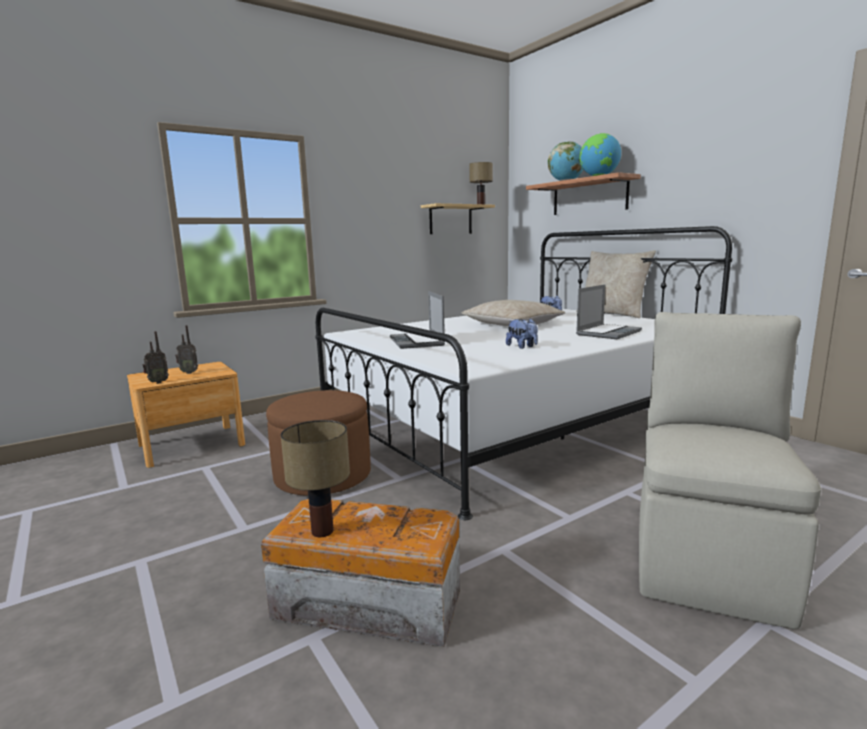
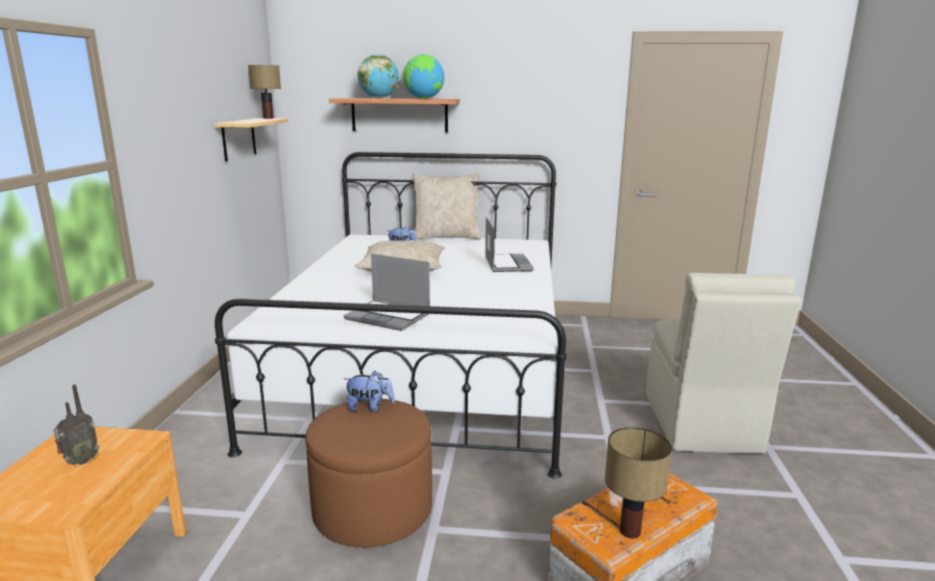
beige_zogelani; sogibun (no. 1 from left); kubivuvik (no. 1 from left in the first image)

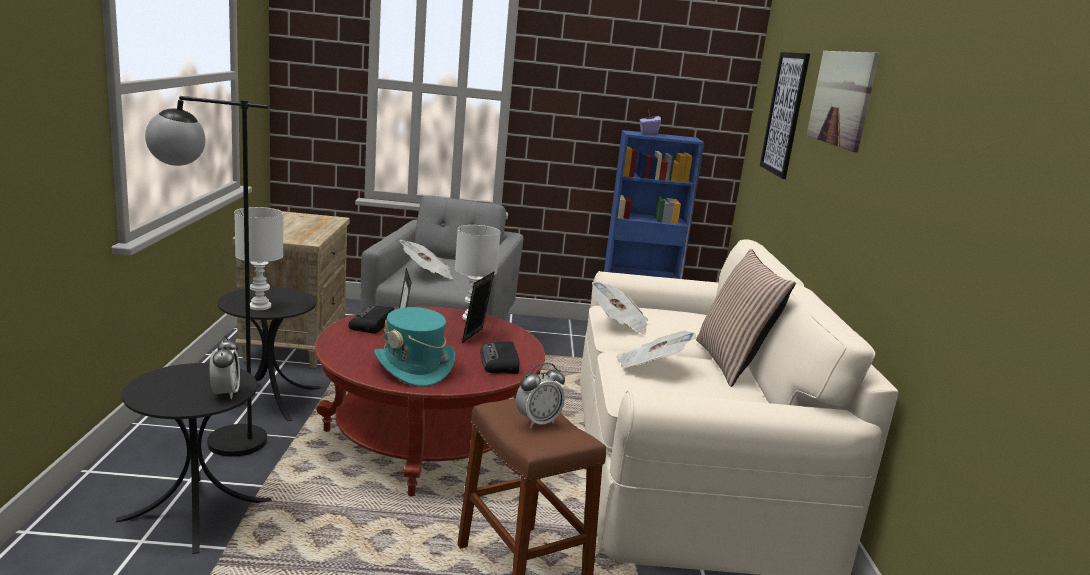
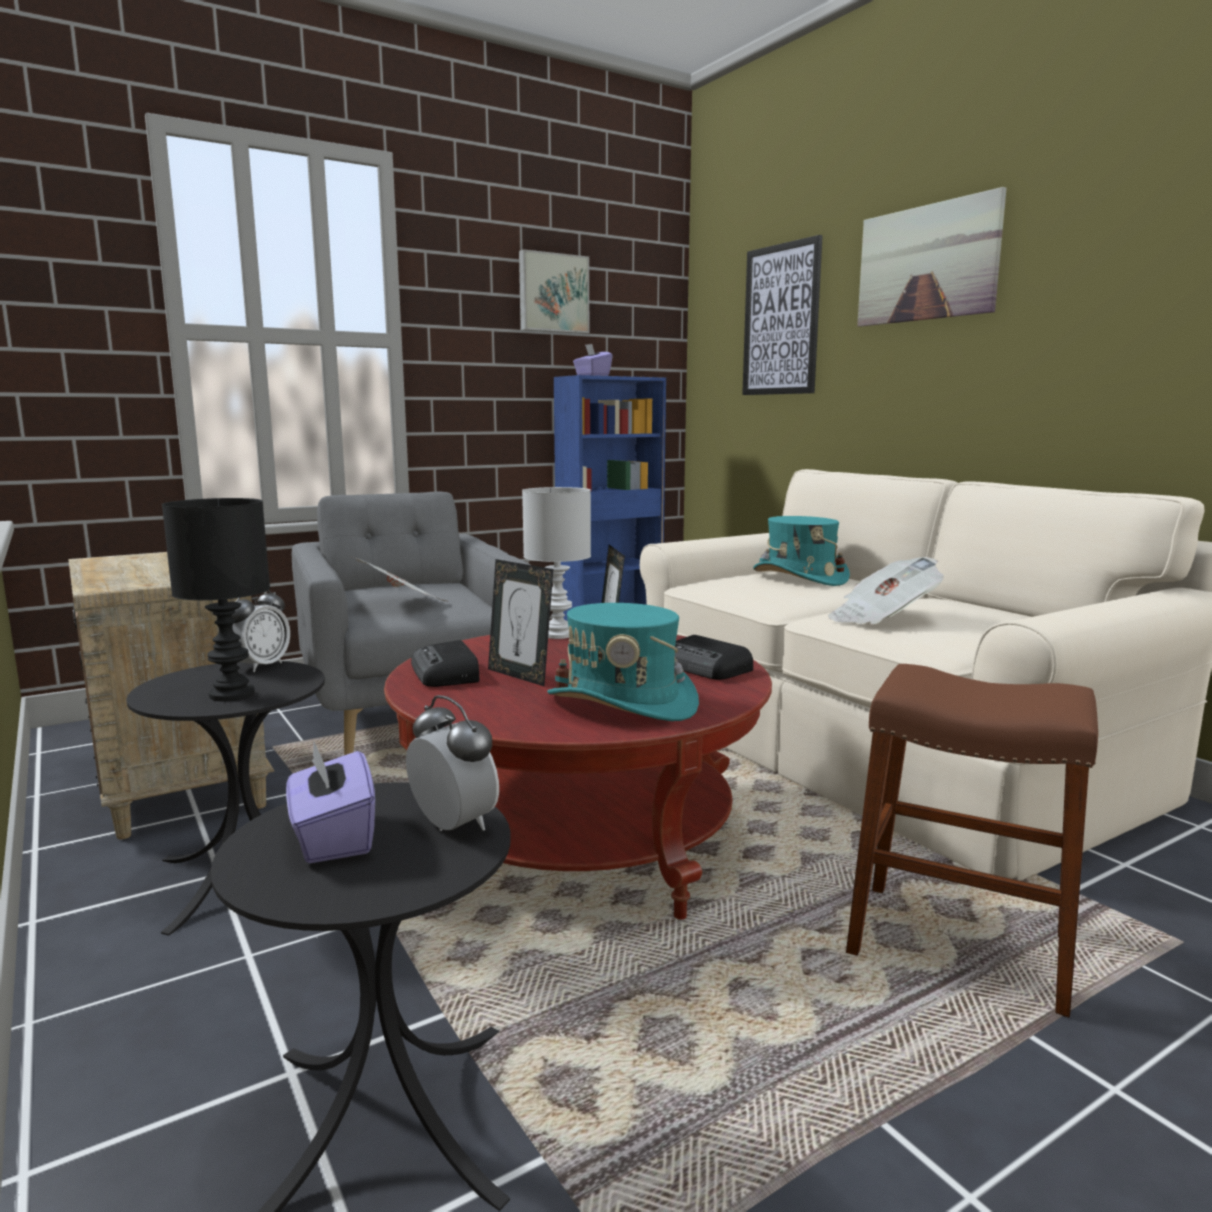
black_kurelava; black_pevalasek; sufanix; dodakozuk (no. 2 from left in the first image); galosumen (no. 1 from left); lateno (no. 1 from left); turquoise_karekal (no. 2 from left); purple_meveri (no. 1 from left)

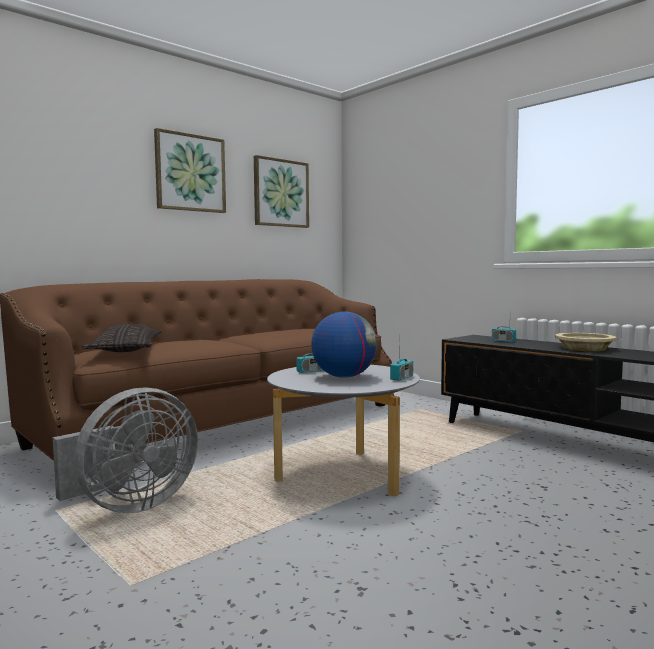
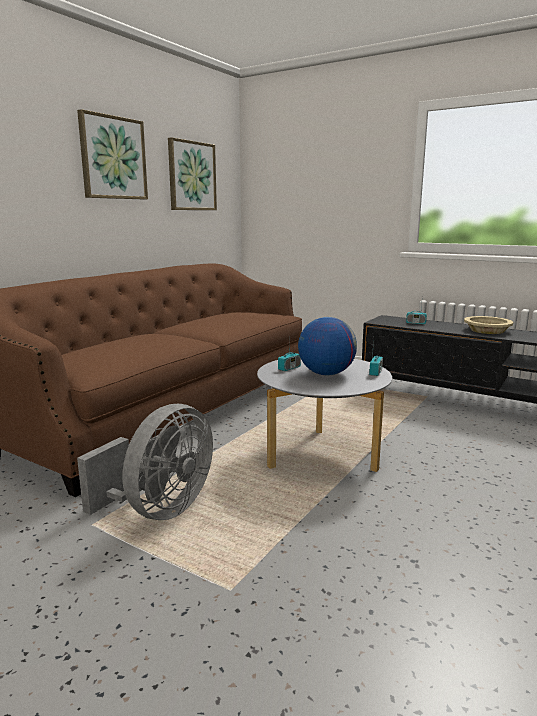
sufanix

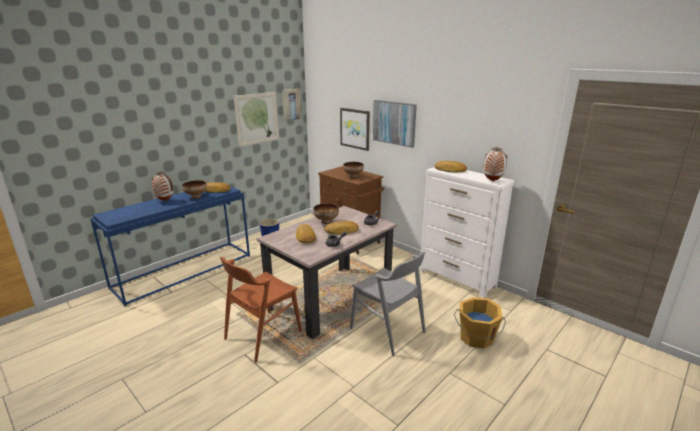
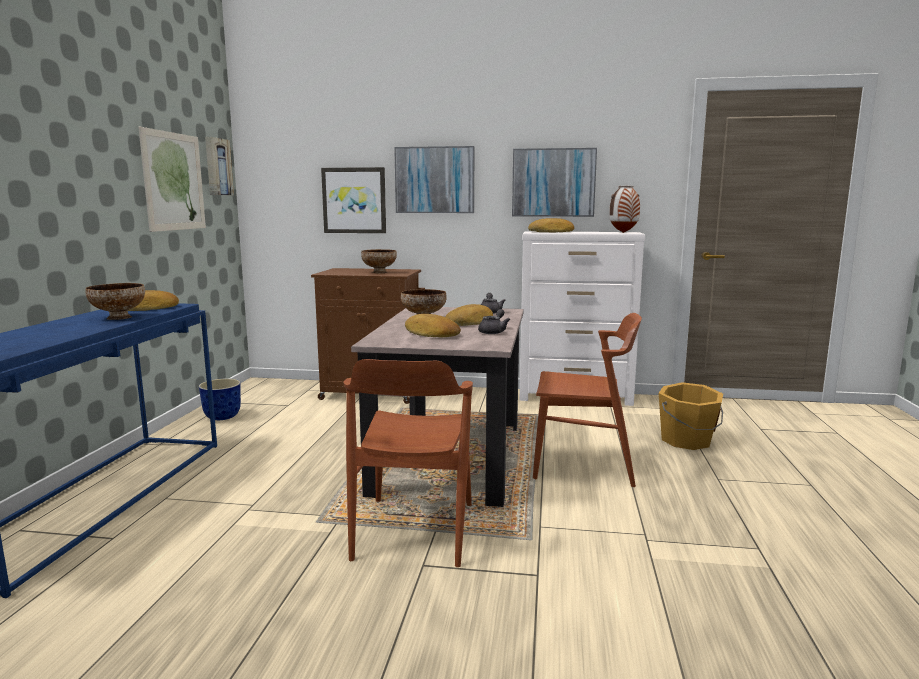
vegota (no. 1 from left in the first image); brown_zogelani (no. 2 from left); lateno (no. 5 from left)

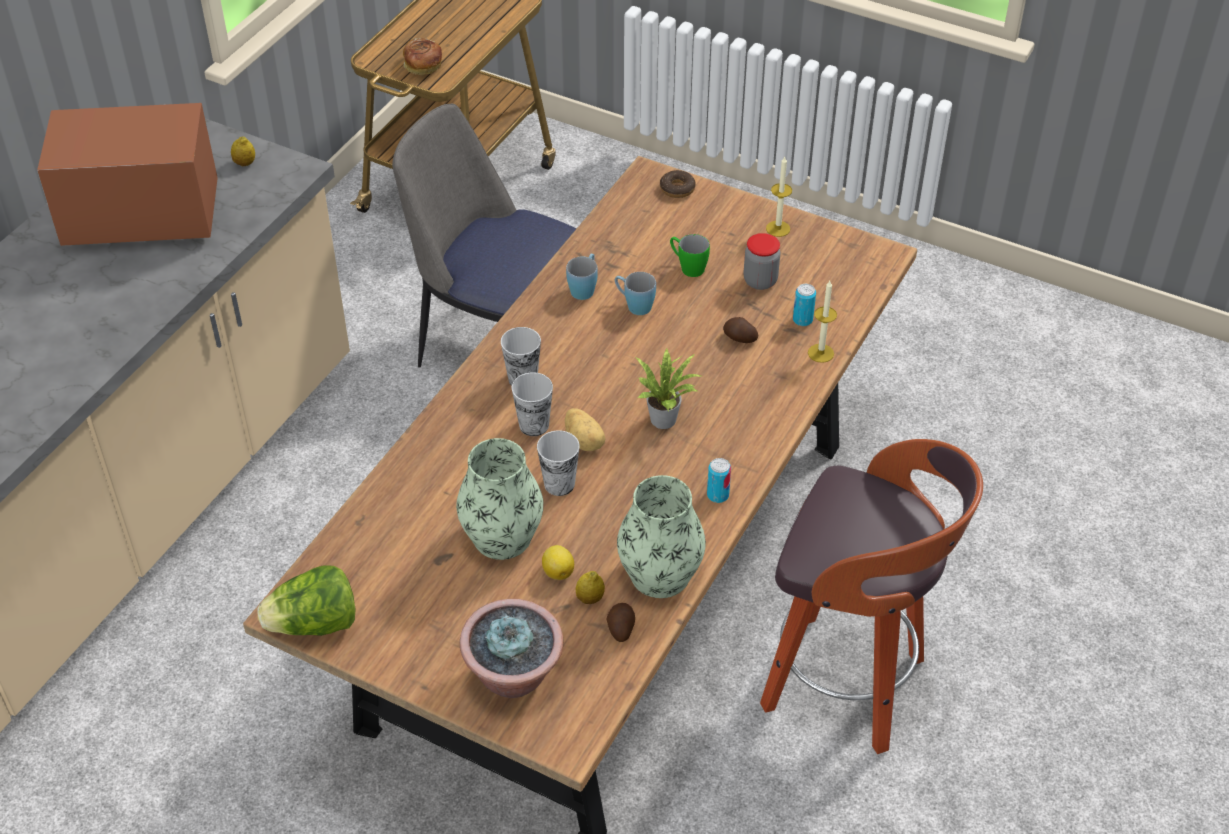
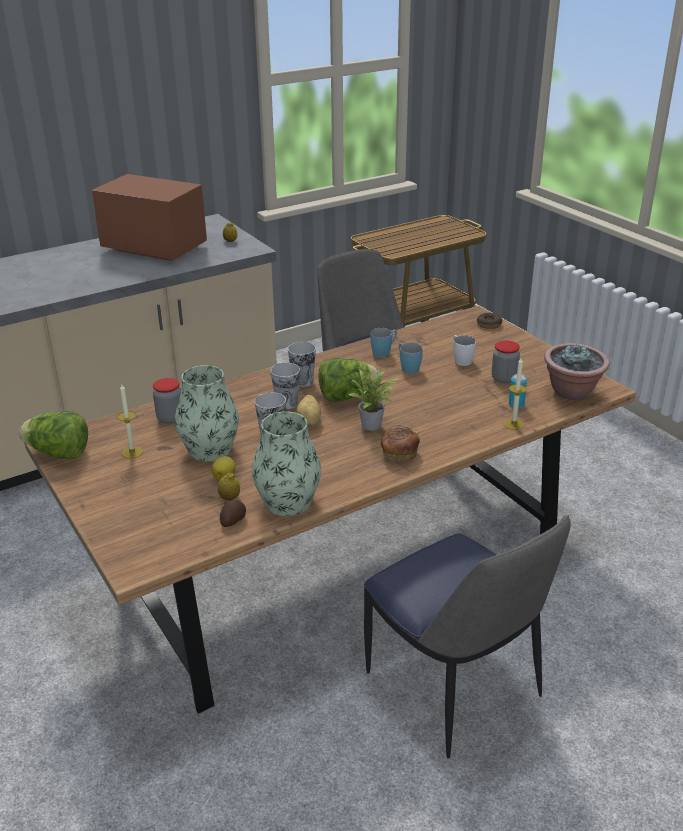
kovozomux; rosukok (no. 1 from left); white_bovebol; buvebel (no. 3 from left in the first image); zogelani (no. 2 from left); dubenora (no. 1 from left in the first image); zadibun (no. 2 from left); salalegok (no. 2 from left); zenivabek (no. 1 from left)

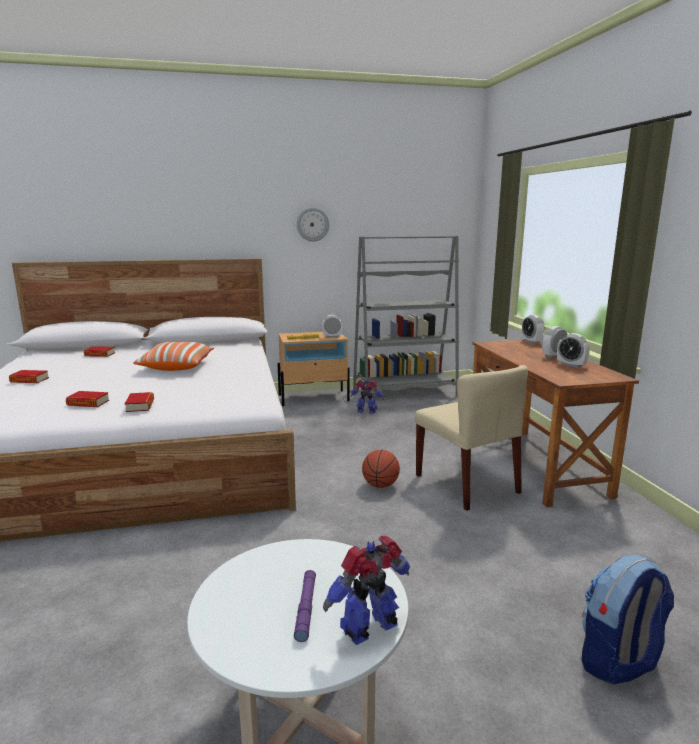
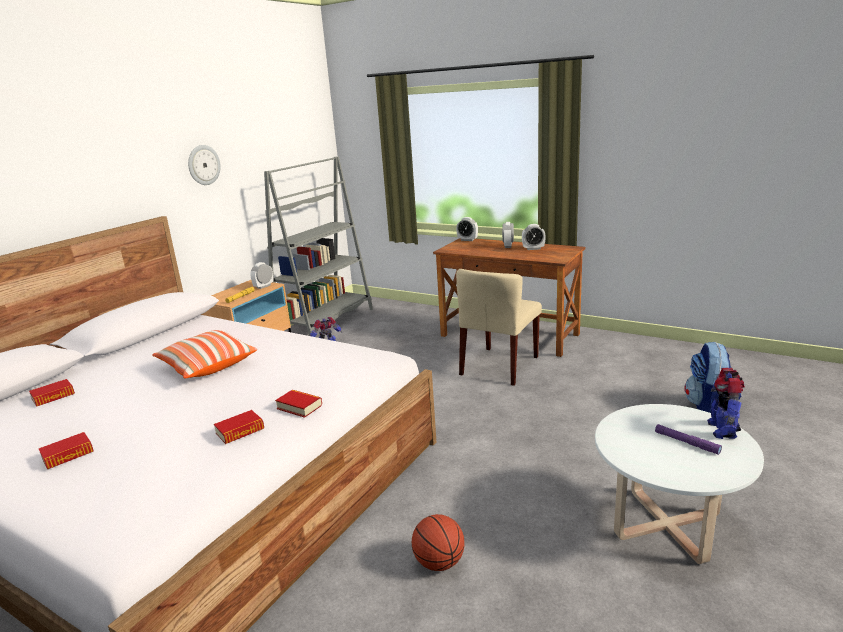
beige_zogelani; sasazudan

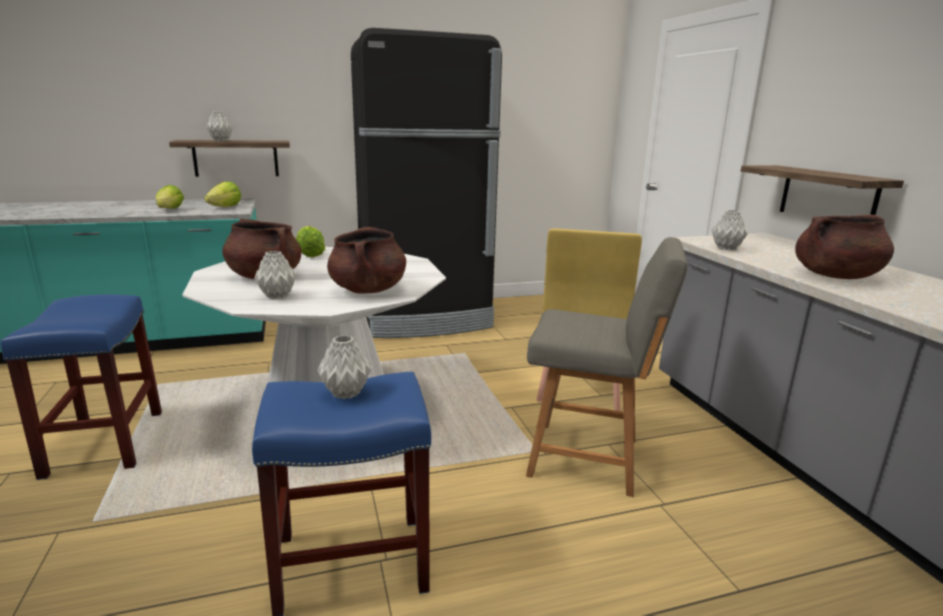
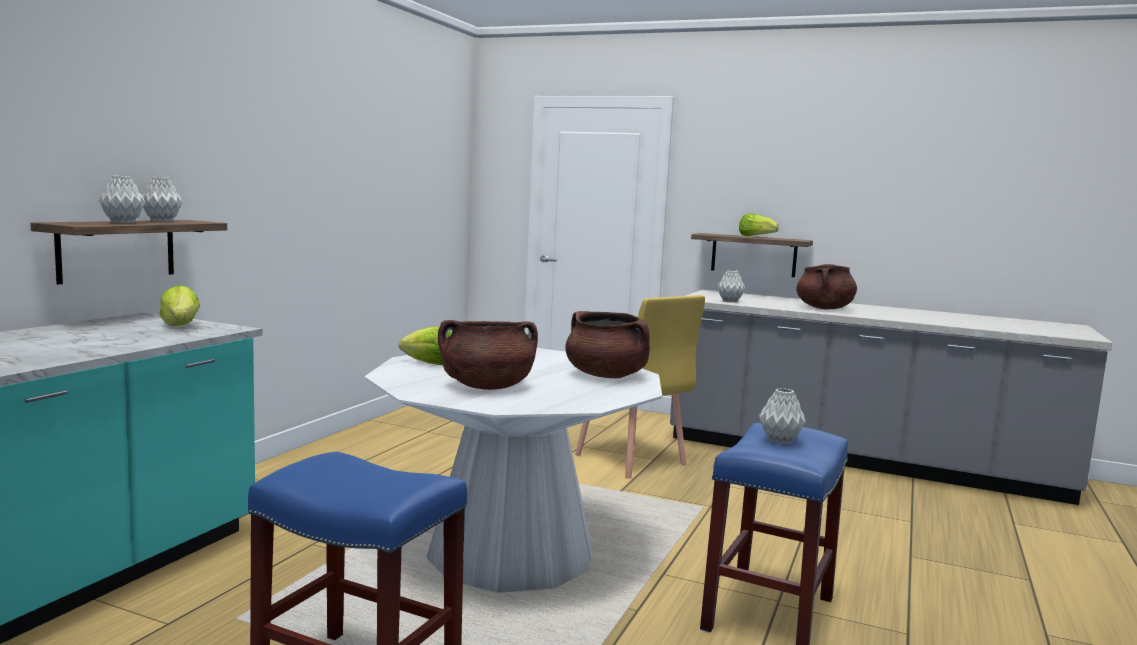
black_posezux; salalegok (no. 3 from left); grey_zogelani; grey_vegota (no. 2 from left)

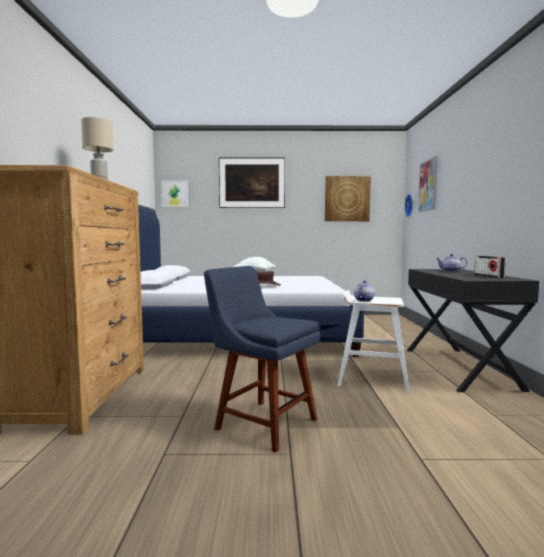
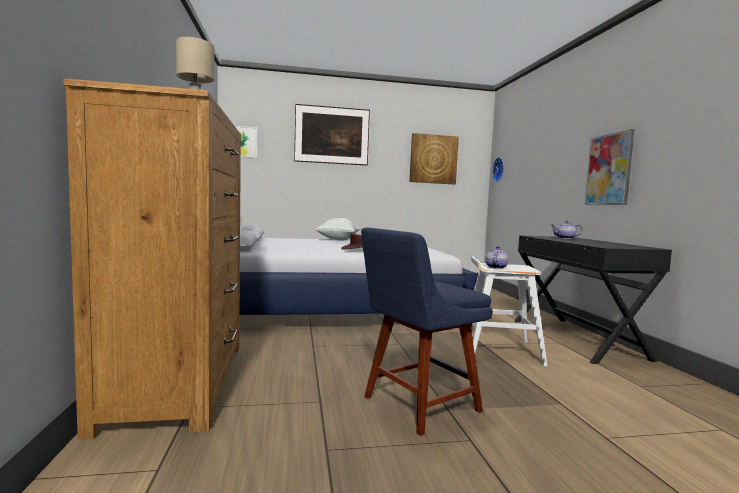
lateno (no. 4 from left); kubivuvik; blue_zogelani

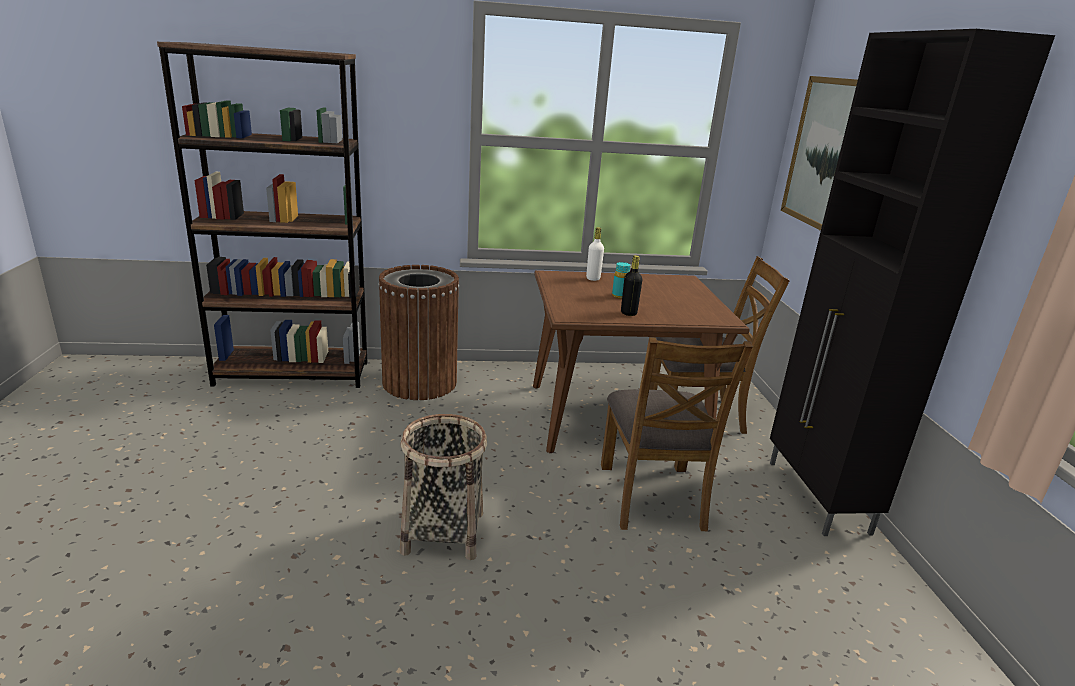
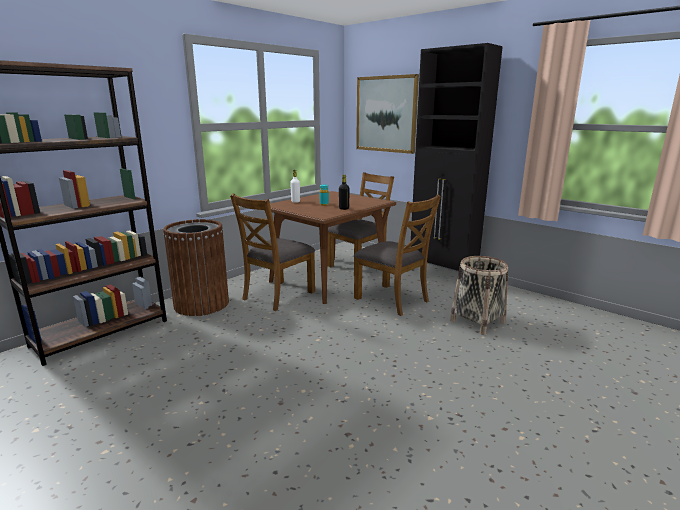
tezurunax; brown_zogelani (no. 1 from left)

